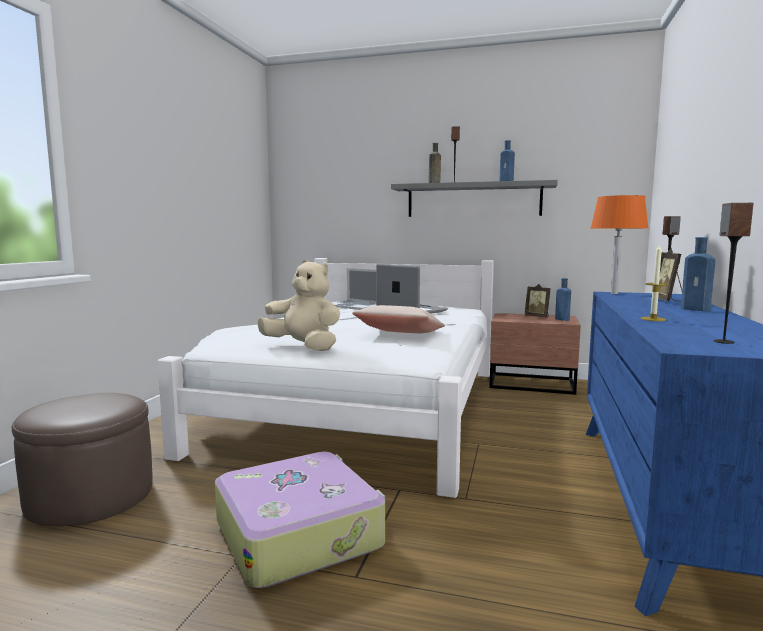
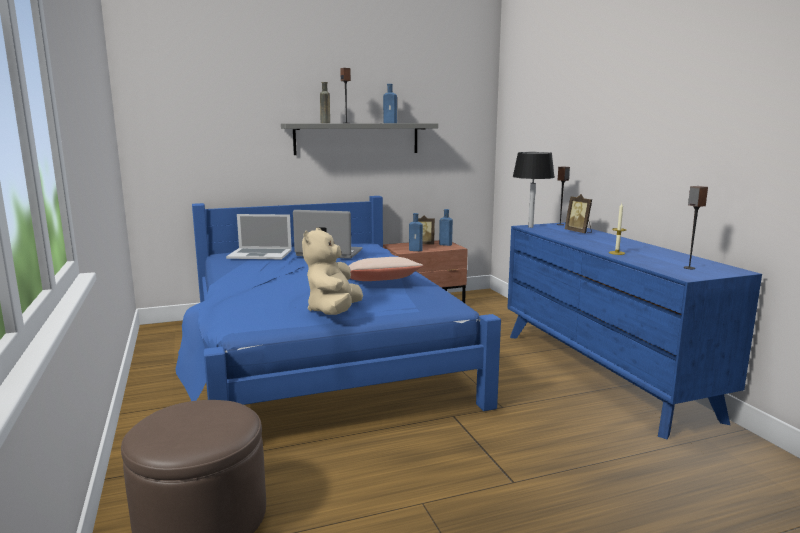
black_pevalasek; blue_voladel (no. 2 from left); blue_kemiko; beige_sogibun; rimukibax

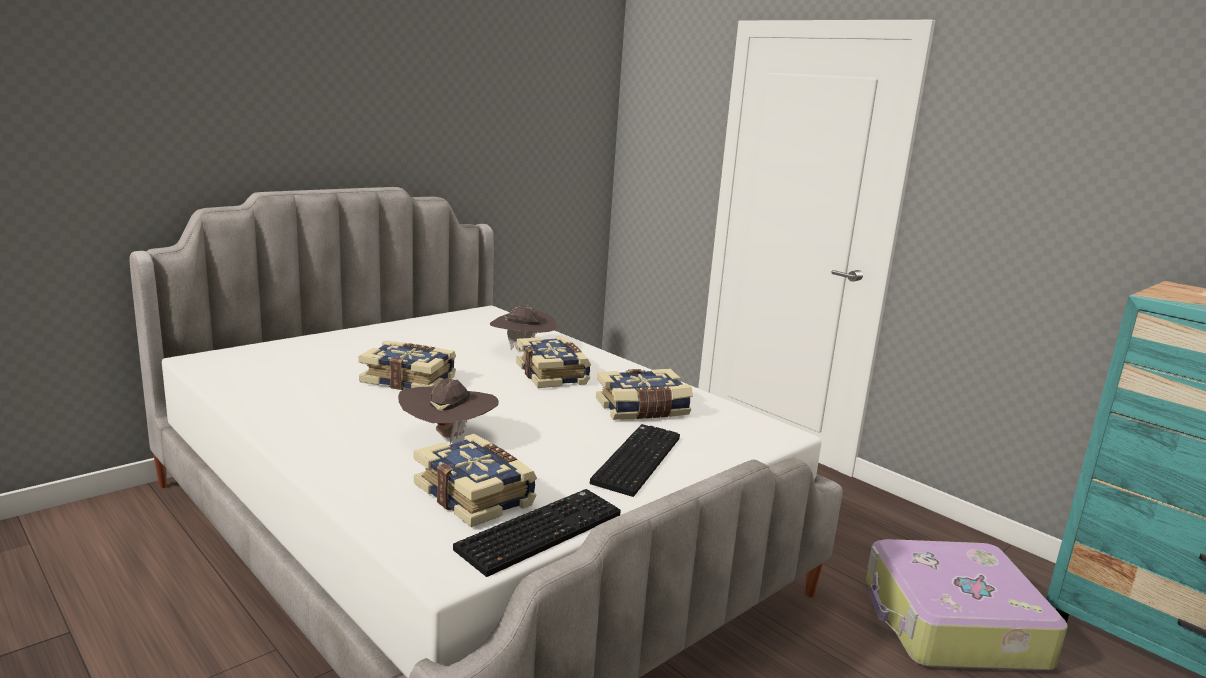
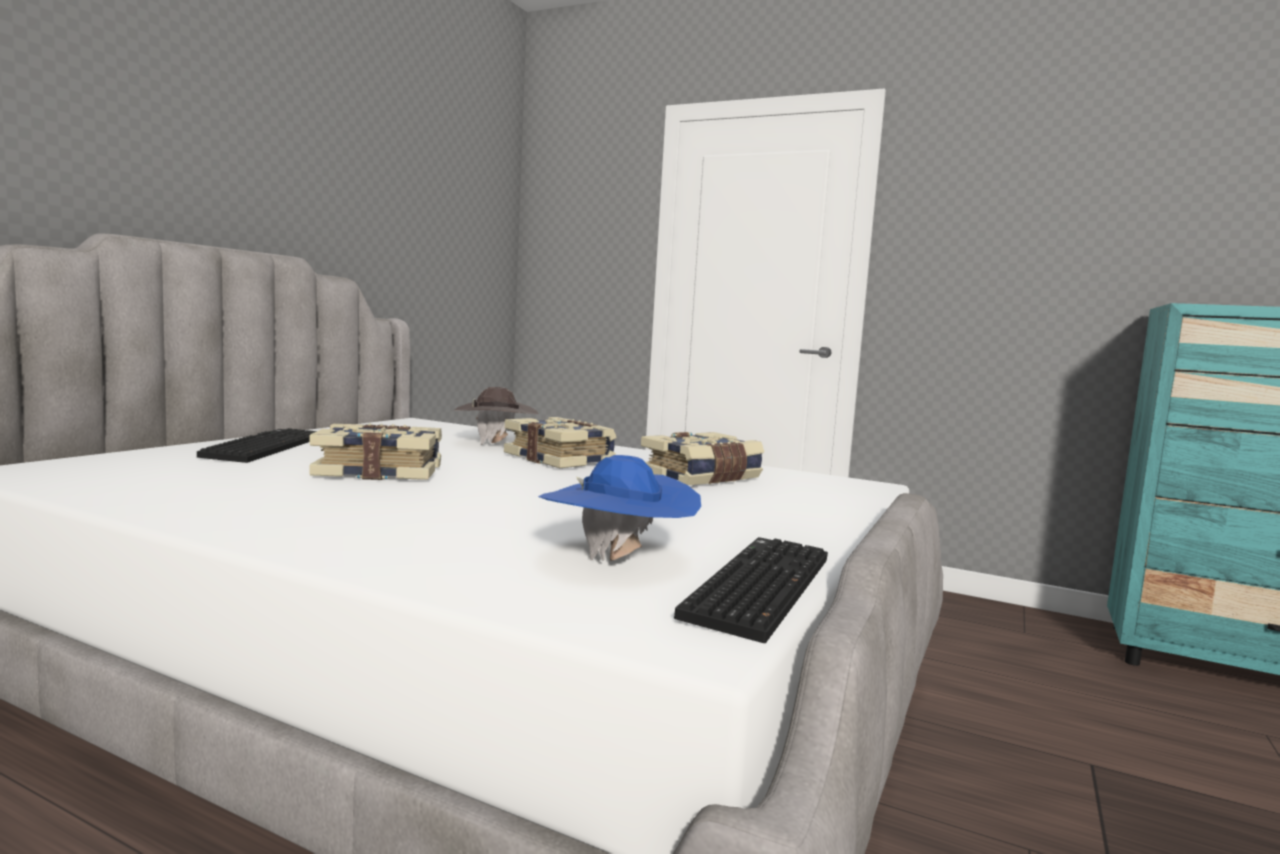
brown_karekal (no. 1 from left in the first image); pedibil (no. 1 from left); blue_karekal; rimukibax

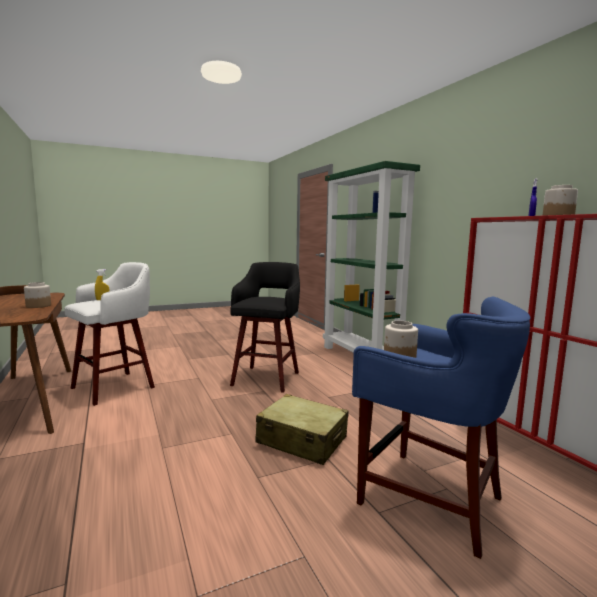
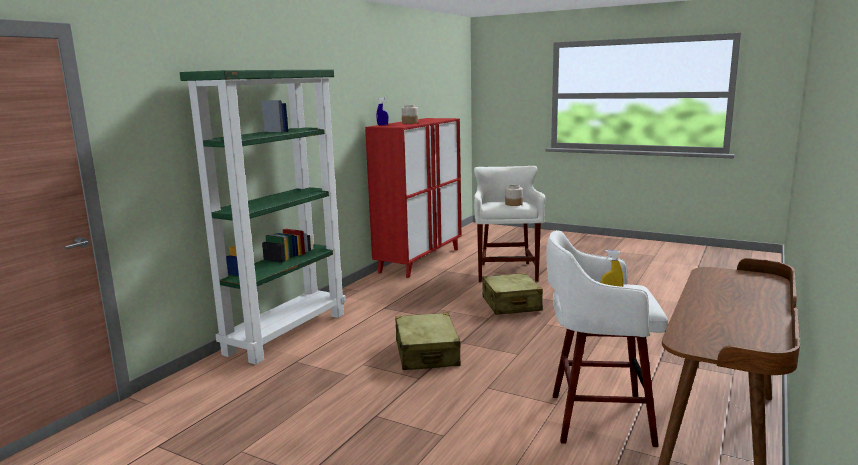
beige_rimukibax (no. 1 from left); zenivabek (no. 1 from left in the first image); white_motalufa (no. 1 from left)

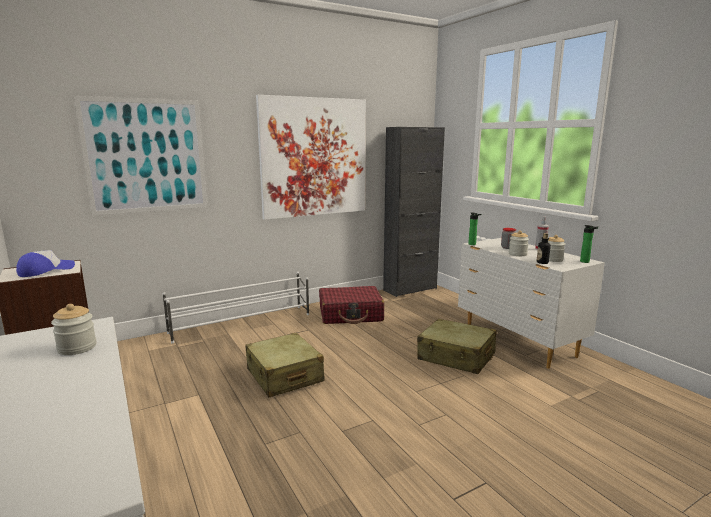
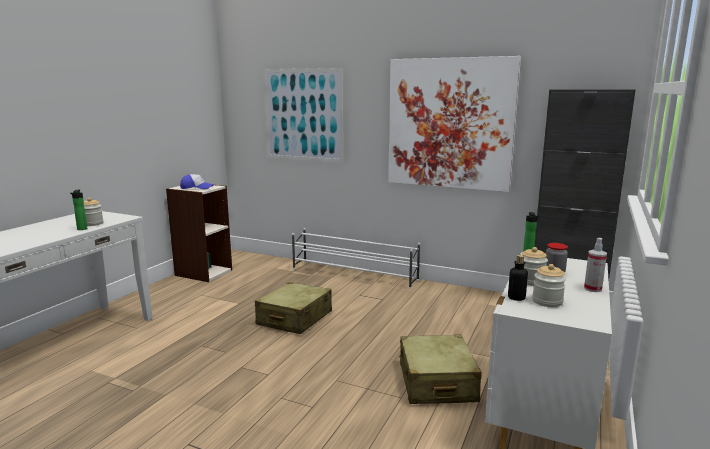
voladel (no. 1 from left); red_rimukibax

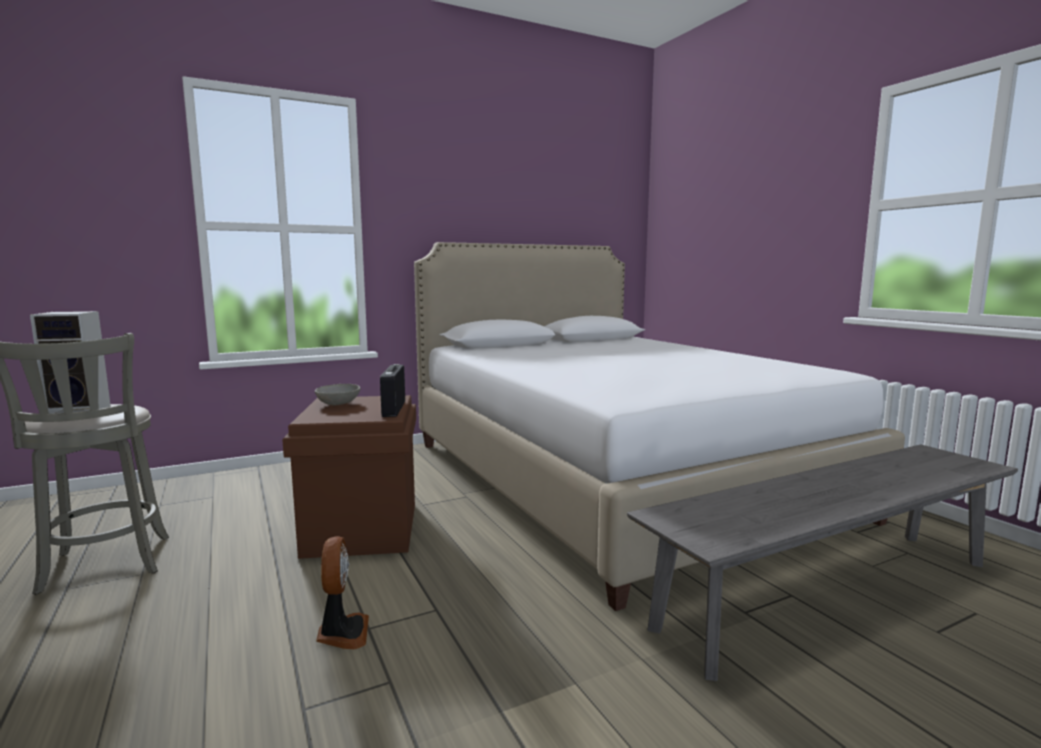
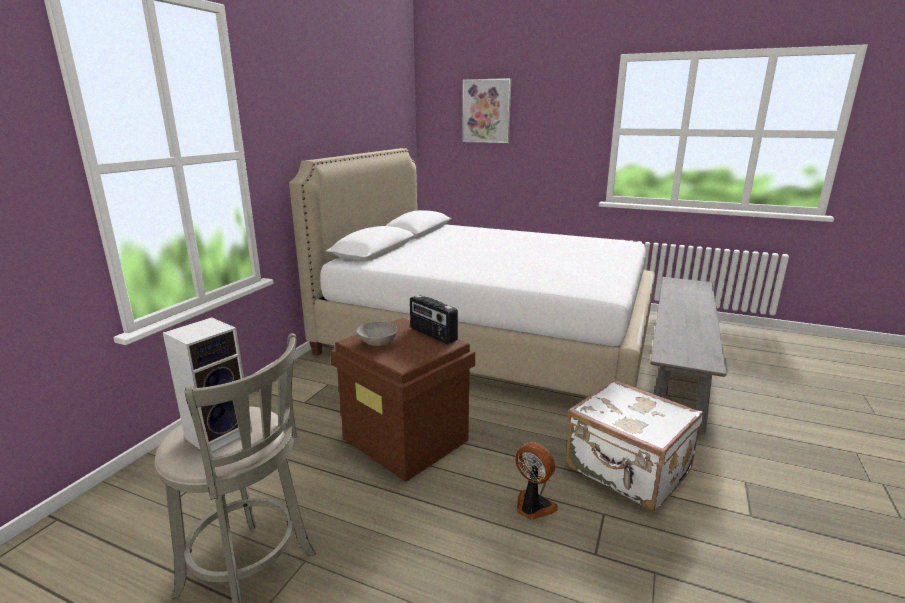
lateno; white_rimukibax

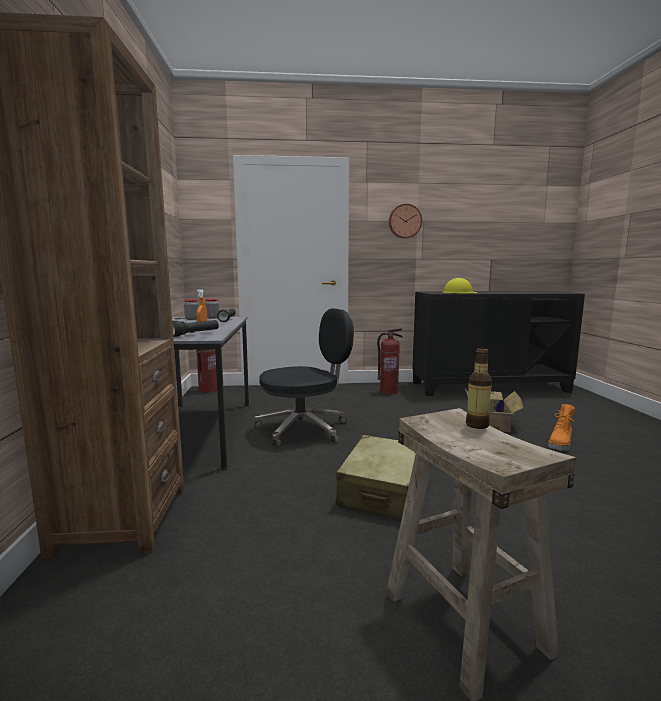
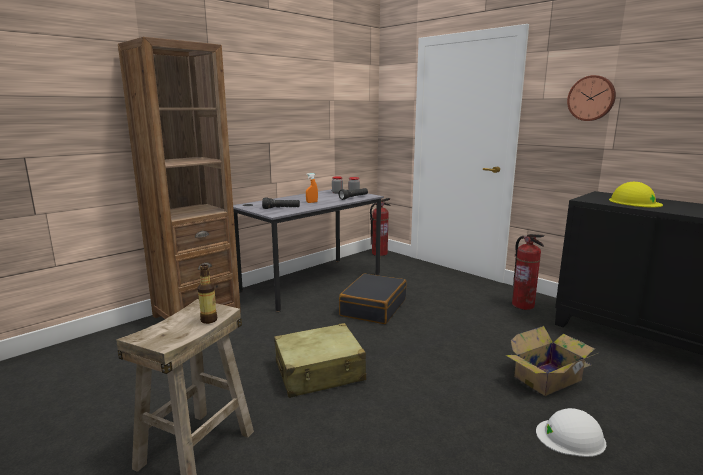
black_rimukibax; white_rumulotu

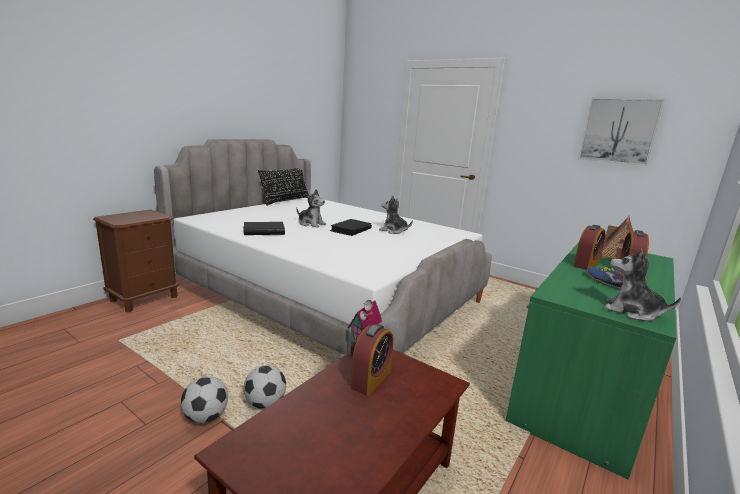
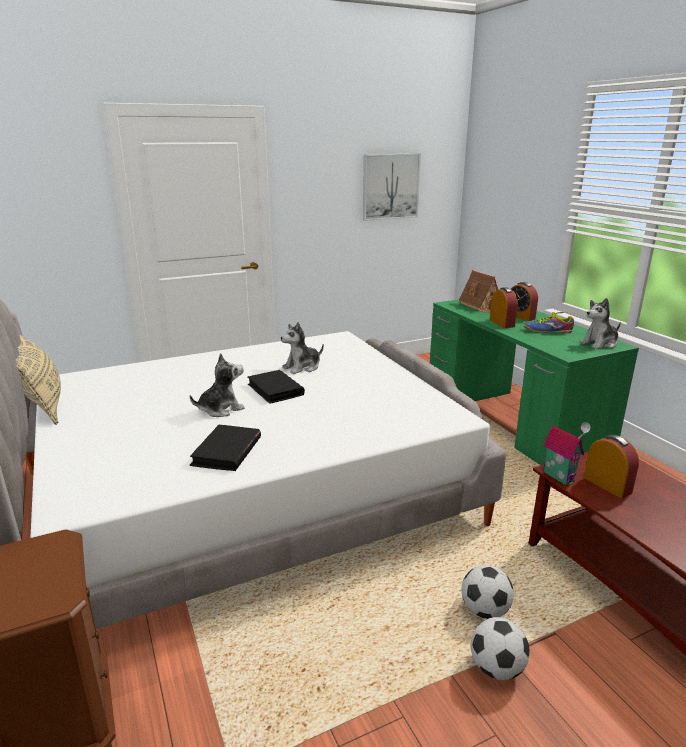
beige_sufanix

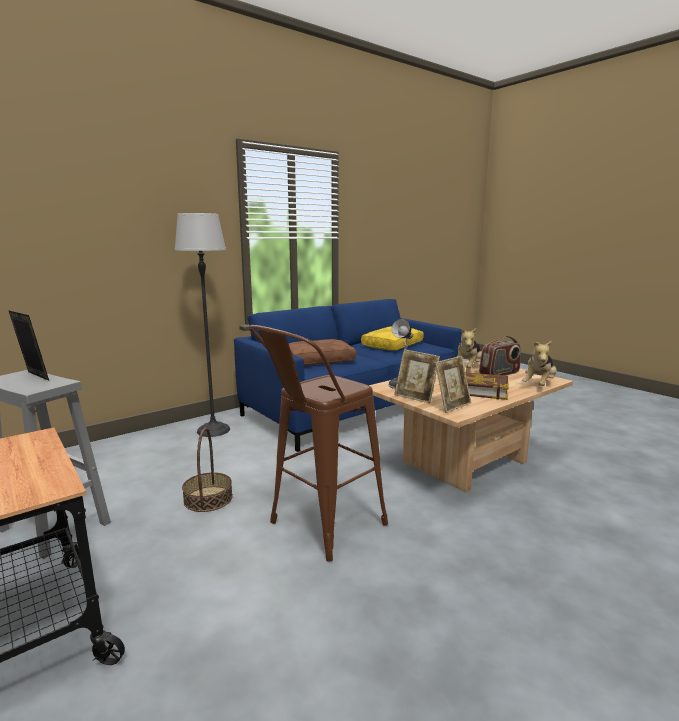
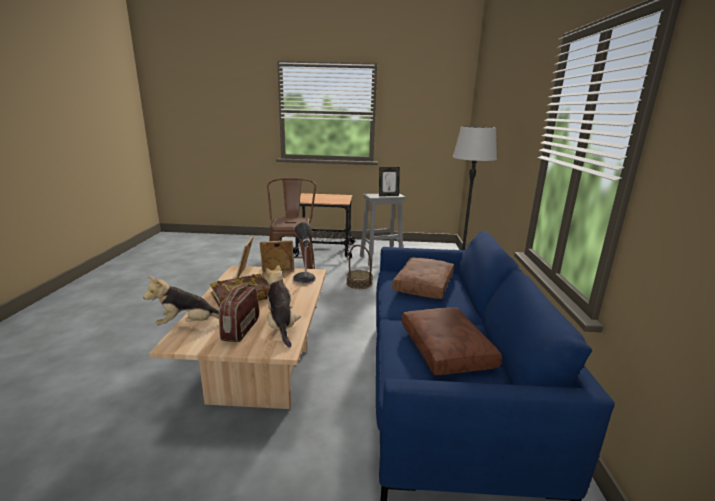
brown_sufanix (no. 2 from left); sogibun (no. 1 from left)

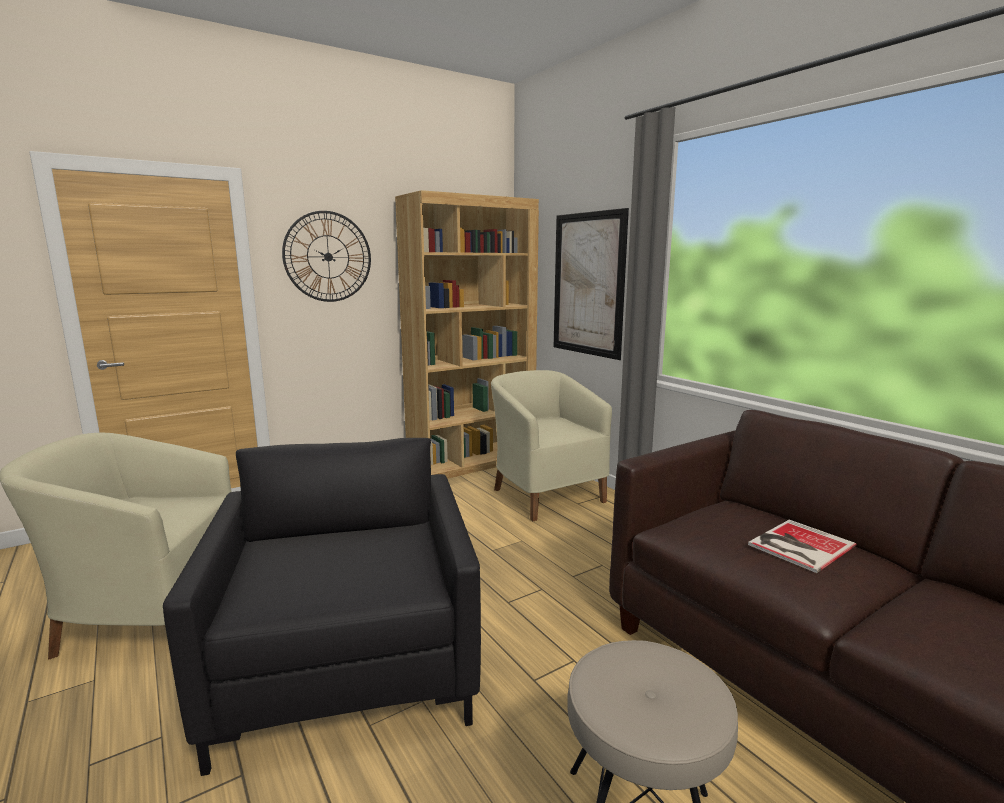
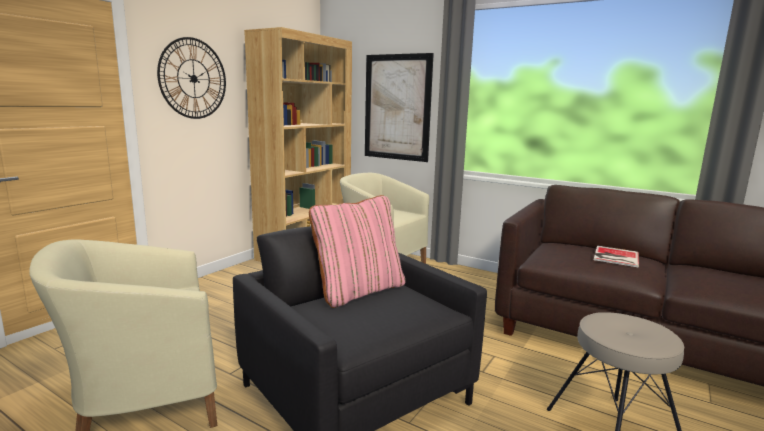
pink_sufanix

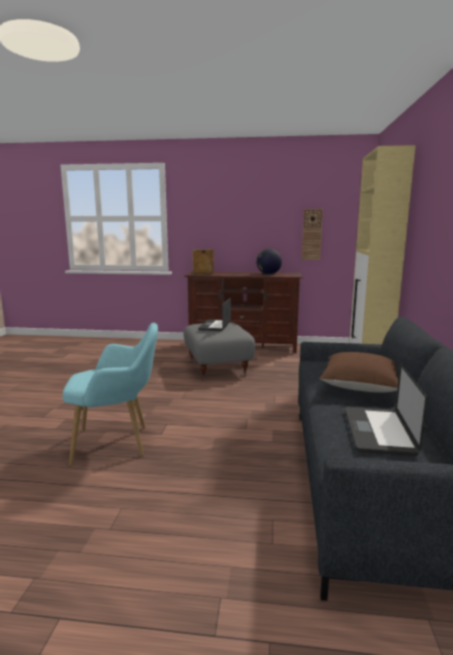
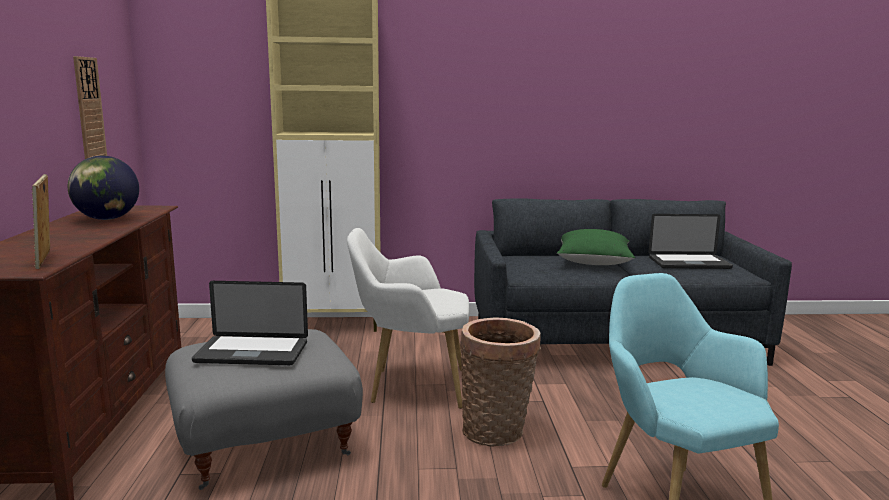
green_sufanix; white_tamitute; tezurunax

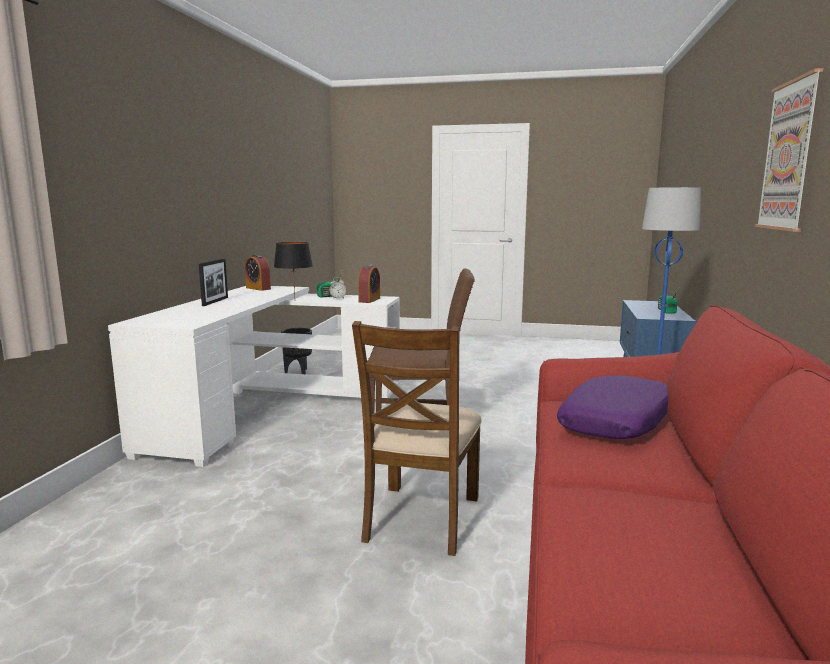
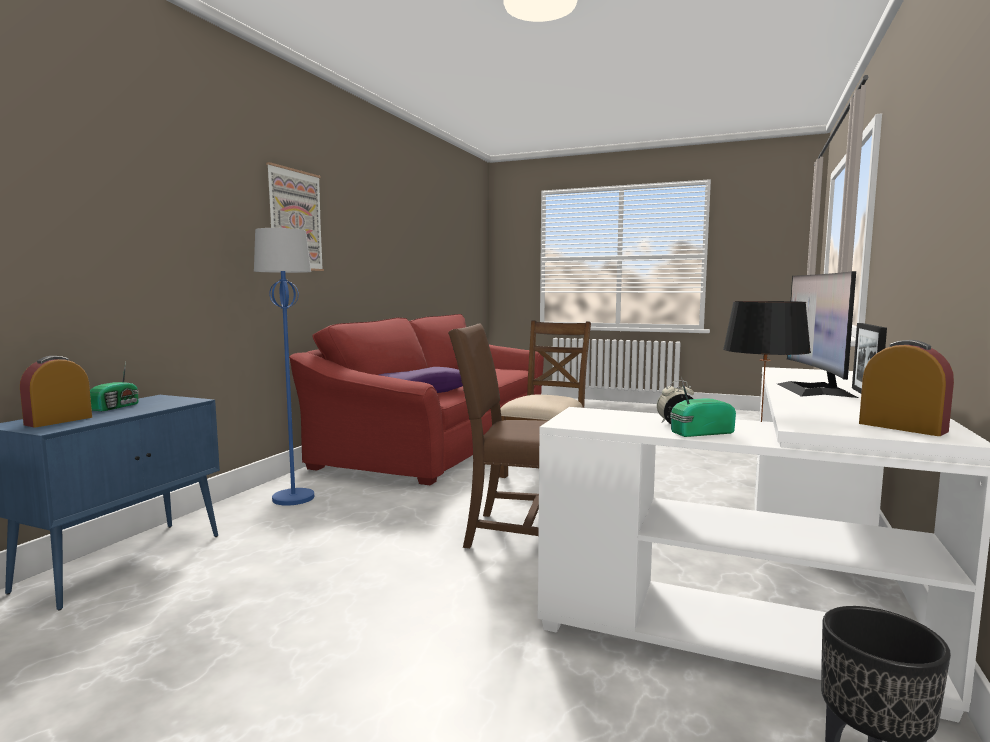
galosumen (no. 1 from left); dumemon

